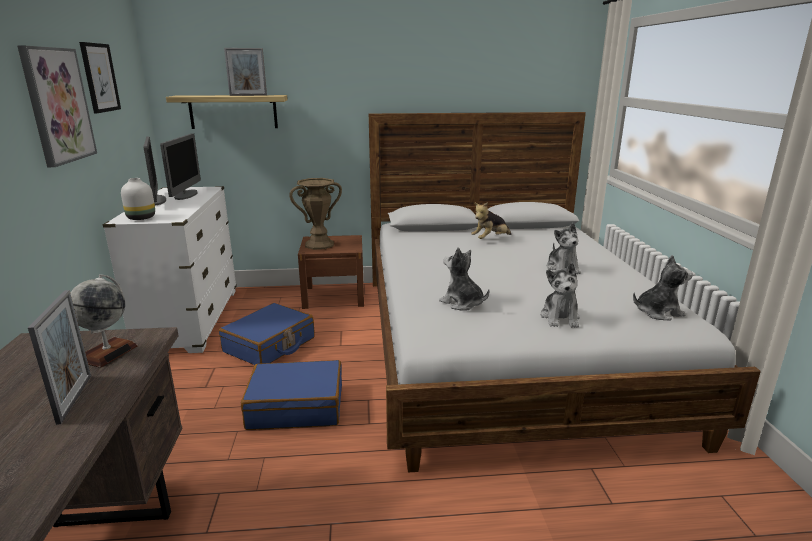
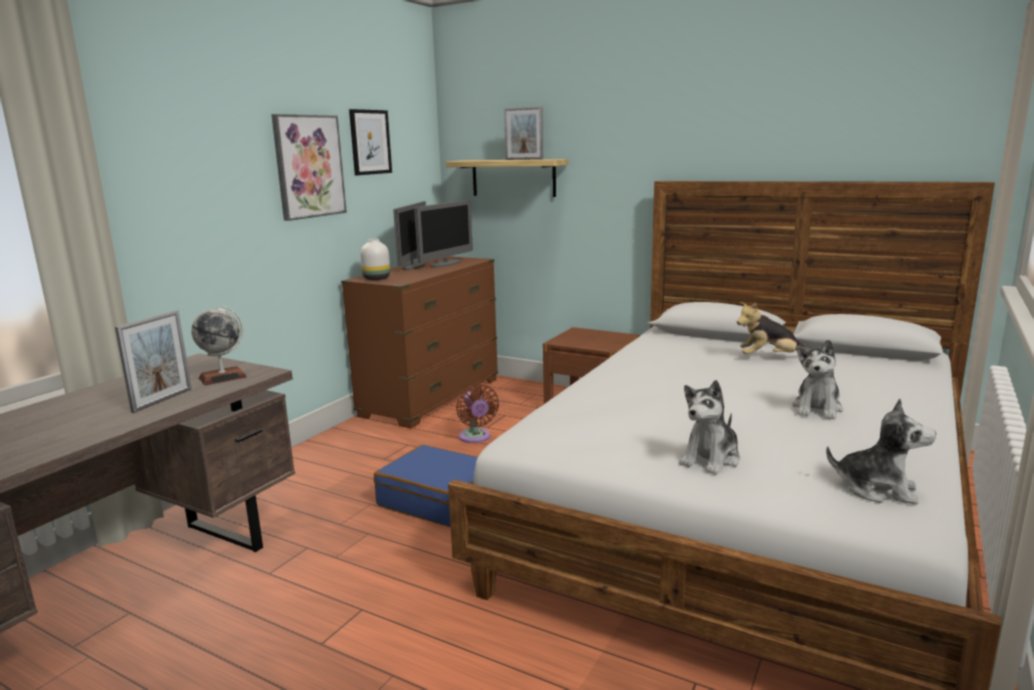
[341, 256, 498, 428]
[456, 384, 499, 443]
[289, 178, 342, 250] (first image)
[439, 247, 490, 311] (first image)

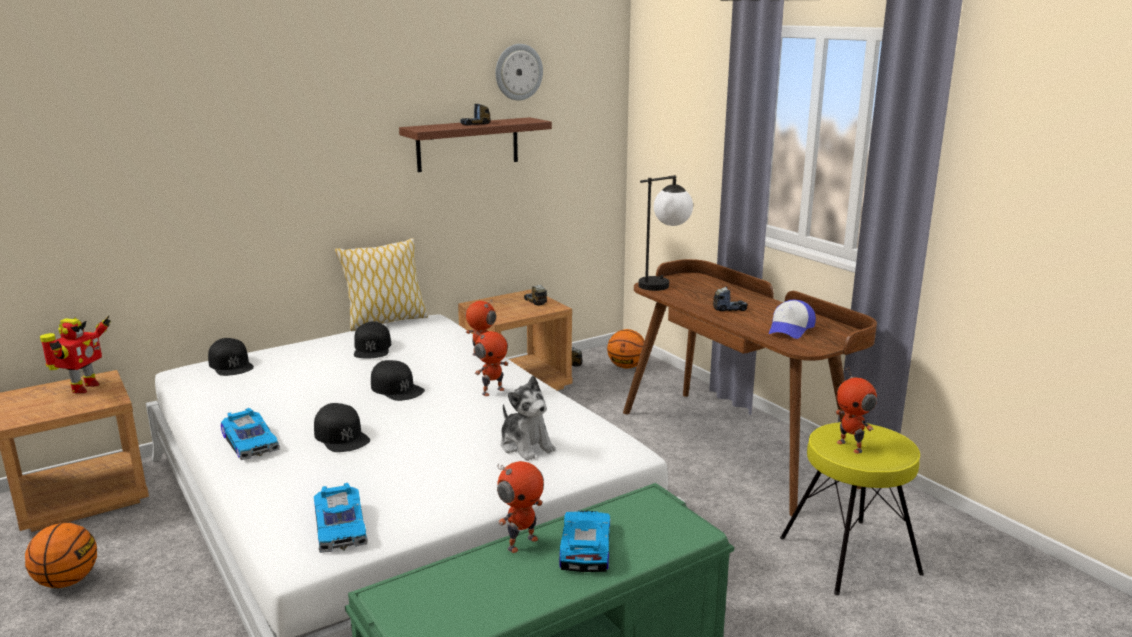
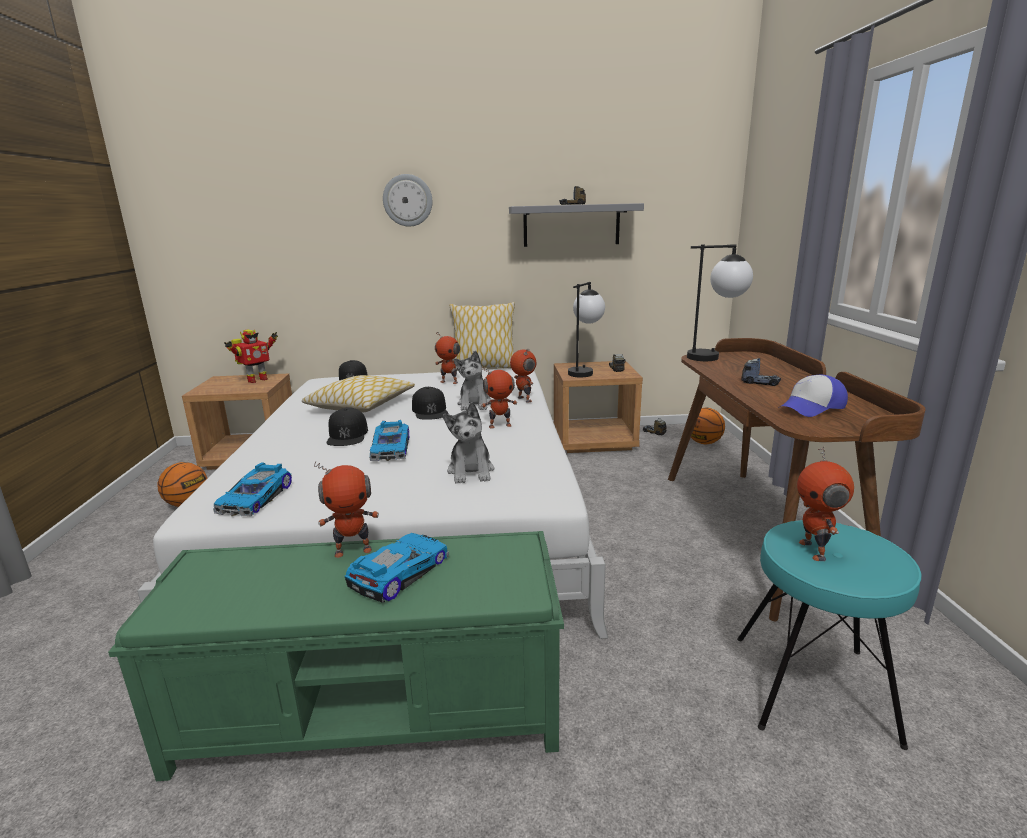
[369, 420, 409, 461]
[435, 331, 460, 384]
[509, 203, 644, 247]
[383, 174, 433, 227]
[737, 520, 921, 750]
[302, 375, 415, 413]
[454, 351, 491, 410]
[568, 282, 605, 377]

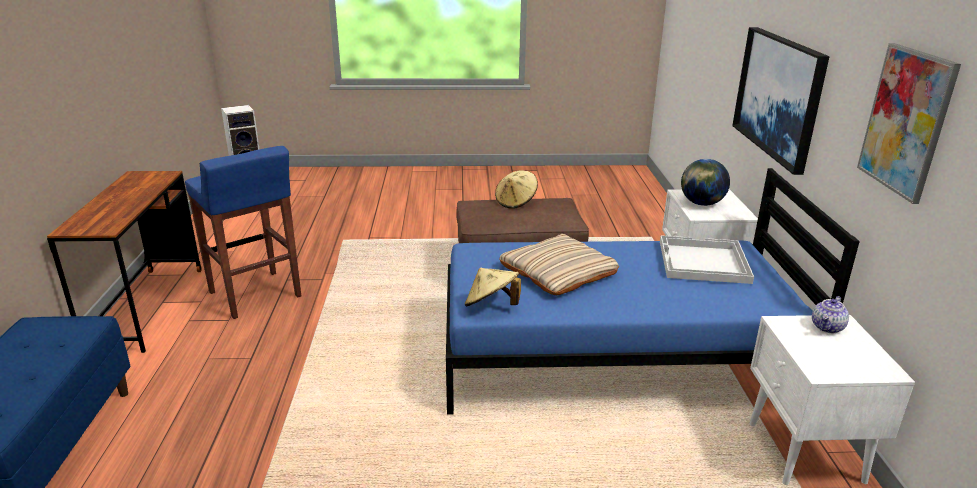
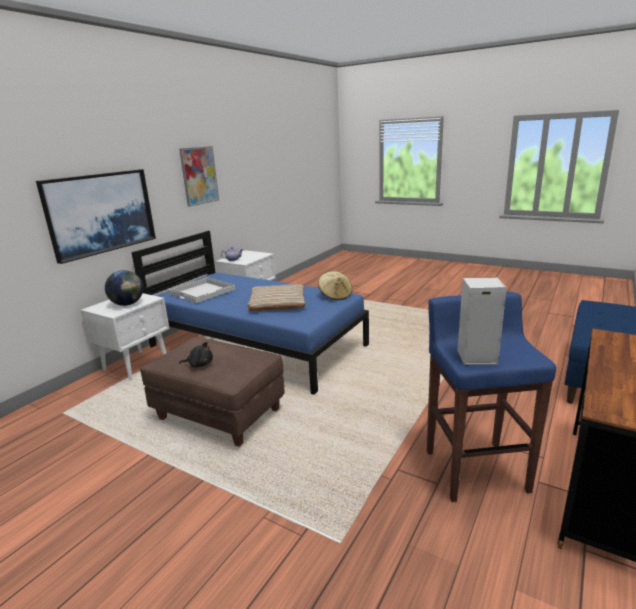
[179, 342, 213, 368]

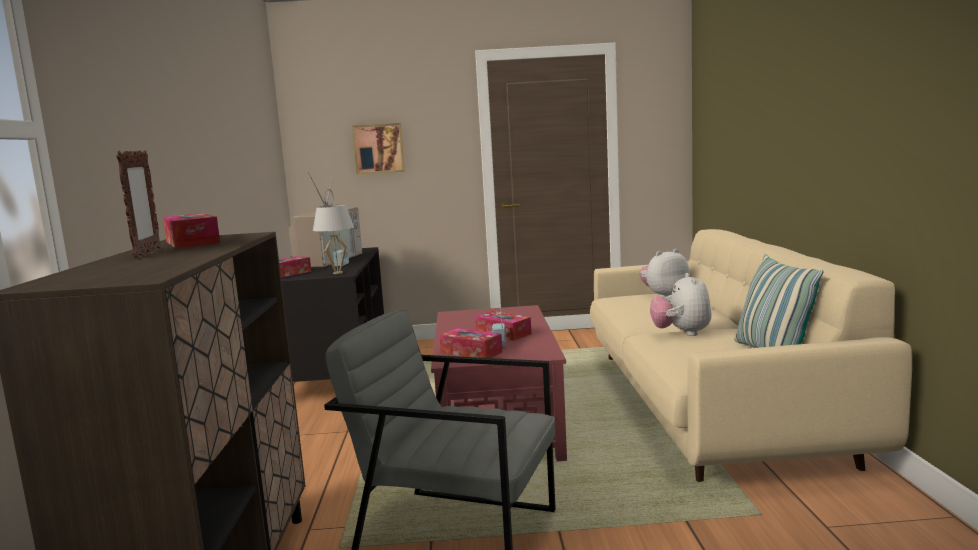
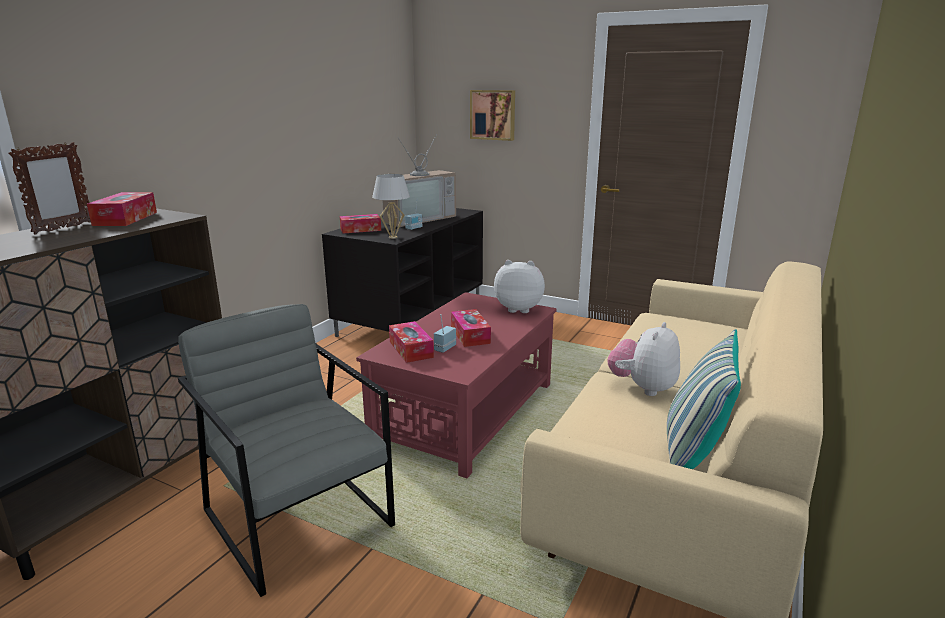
[494, 260, 545, 313]

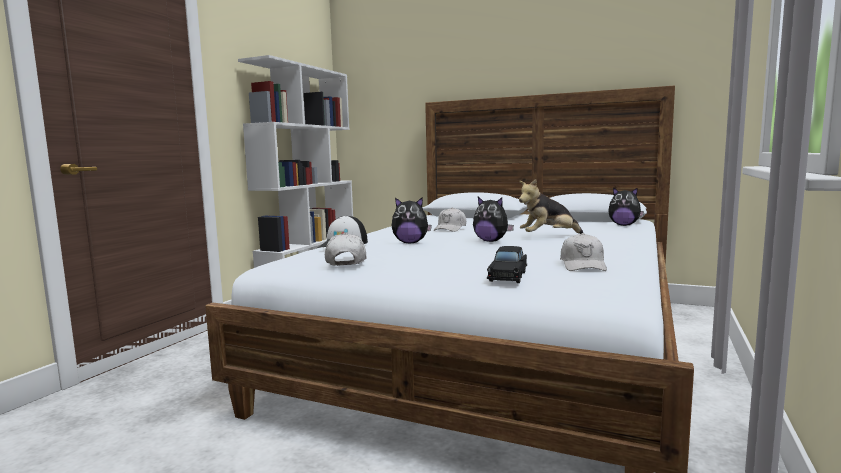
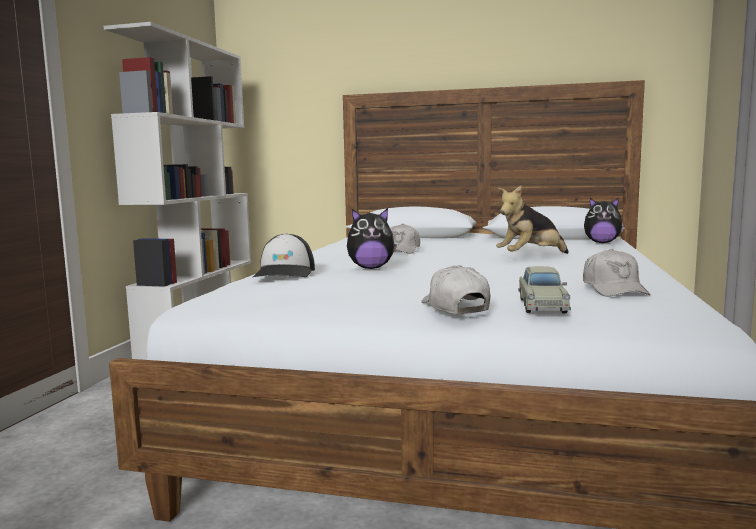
[422, 265, 490, 314]
[473, 197, 514, 242] (first image)
[519, 266, 571, 314]

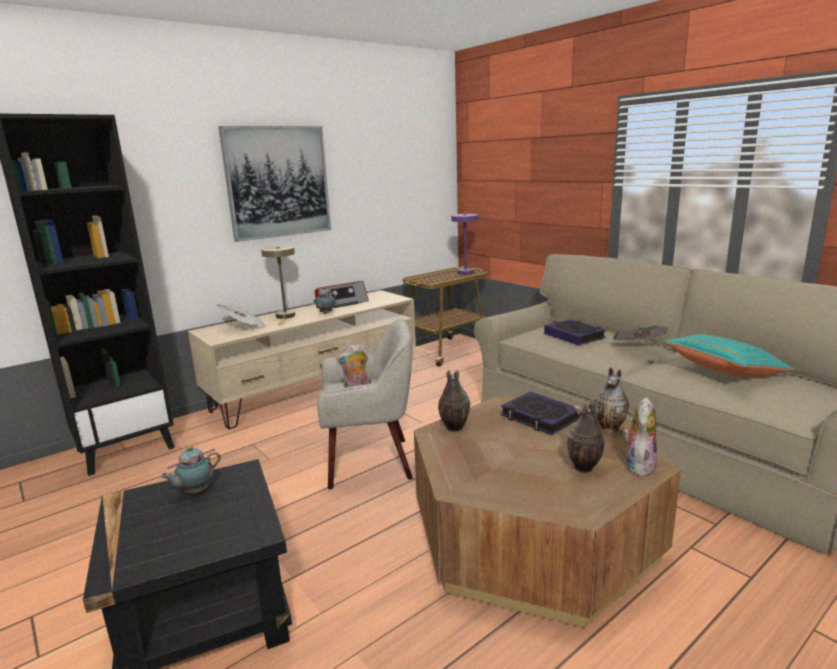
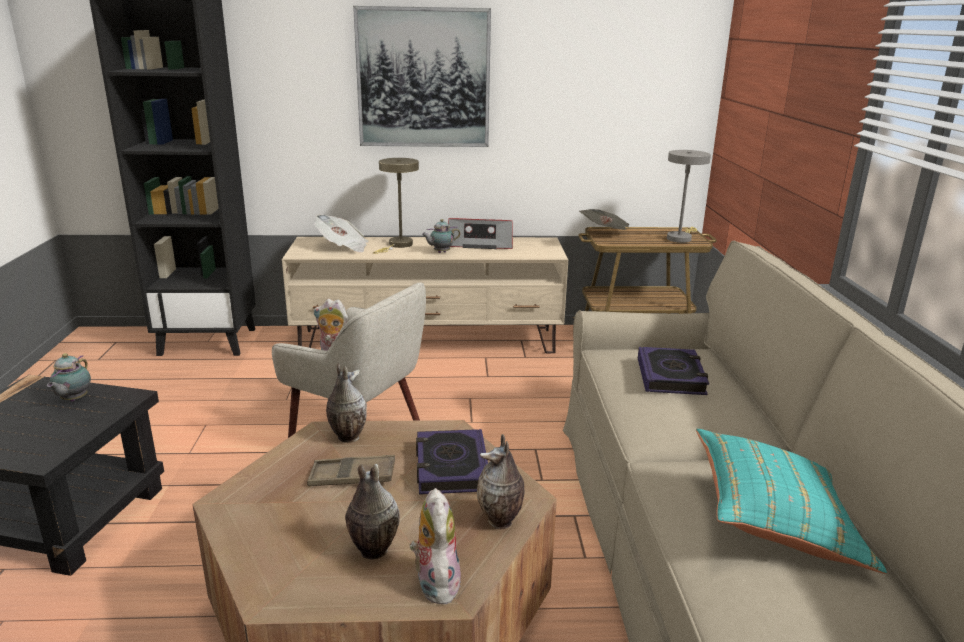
[47, 353, 91, 401]
[667, 150, 711, 243]
[579, 209, 630, 230]
[410, 488, 461, 605]
[307, 455, 395, 486]

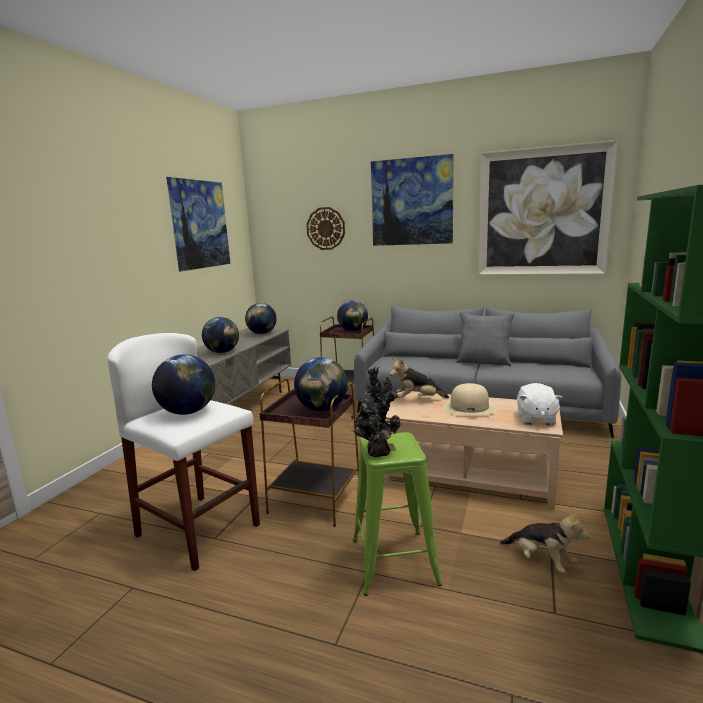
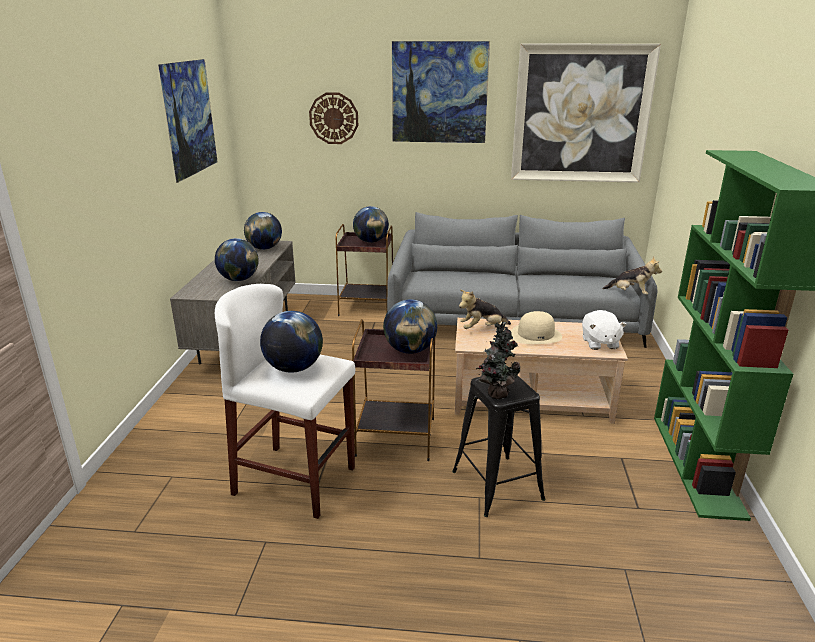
[452, 375, 546, 517]
[457, 312, 514, 366] (first image)
[602, 256, 662, 295]

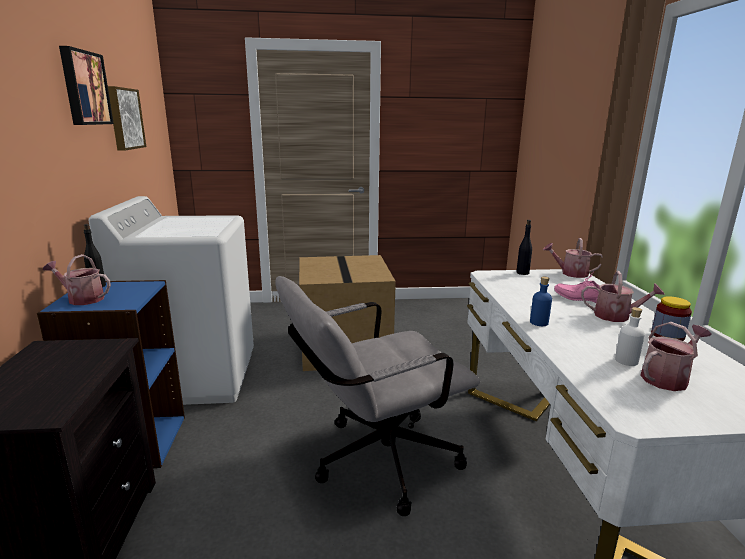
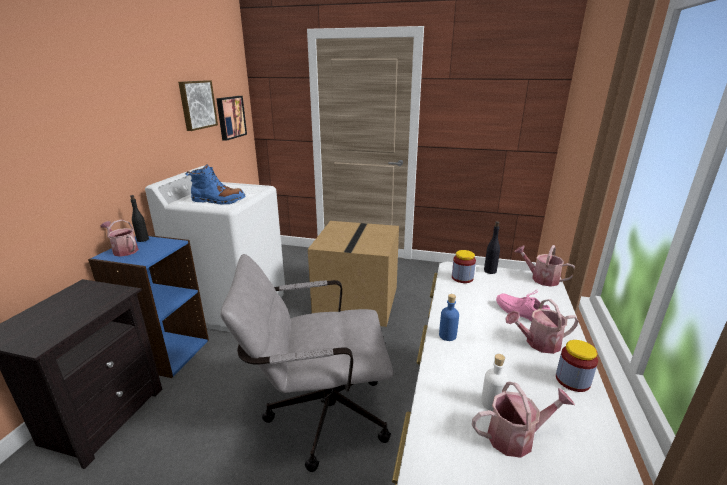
[216, 96, 247, 141]
[505, 299, 579, 354]
[186, 164, 246, 205]
[452, 250, 476, 283]

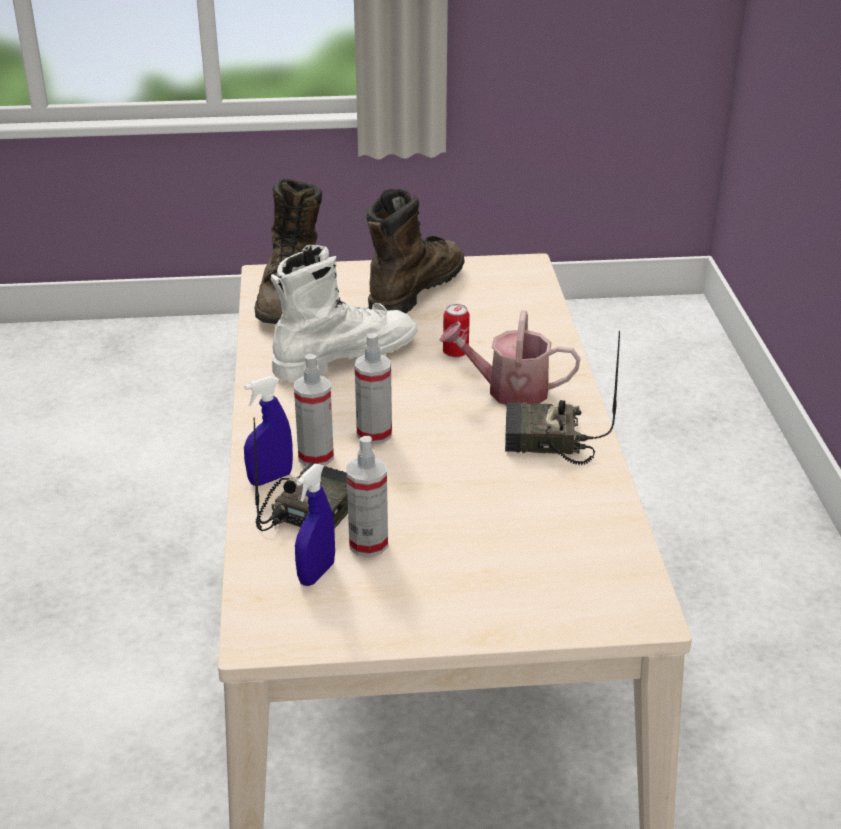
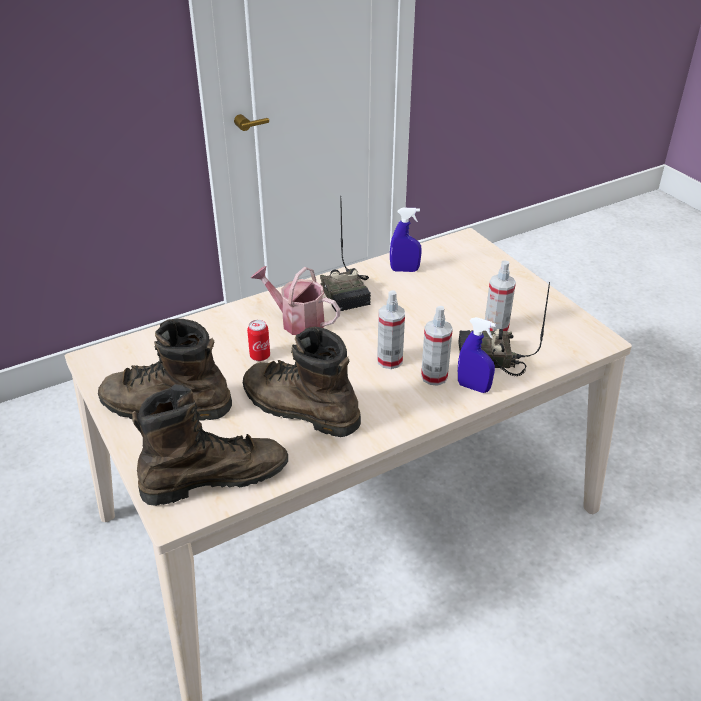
[243, 326, 361, 437]
[390, 208, 422, 272]
[251, 266, 340, 335]

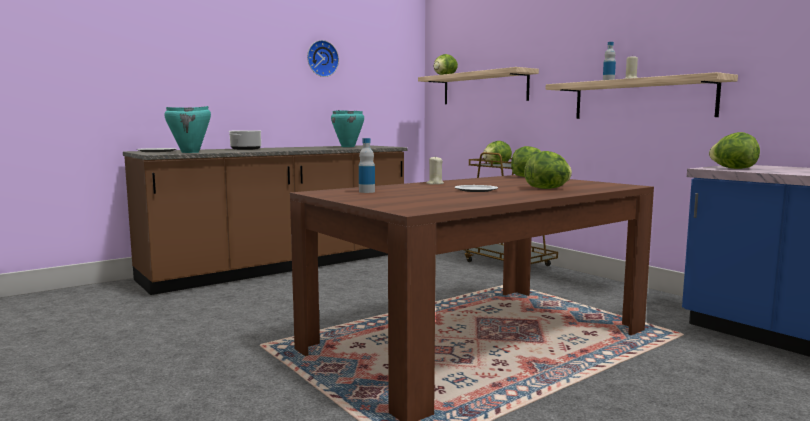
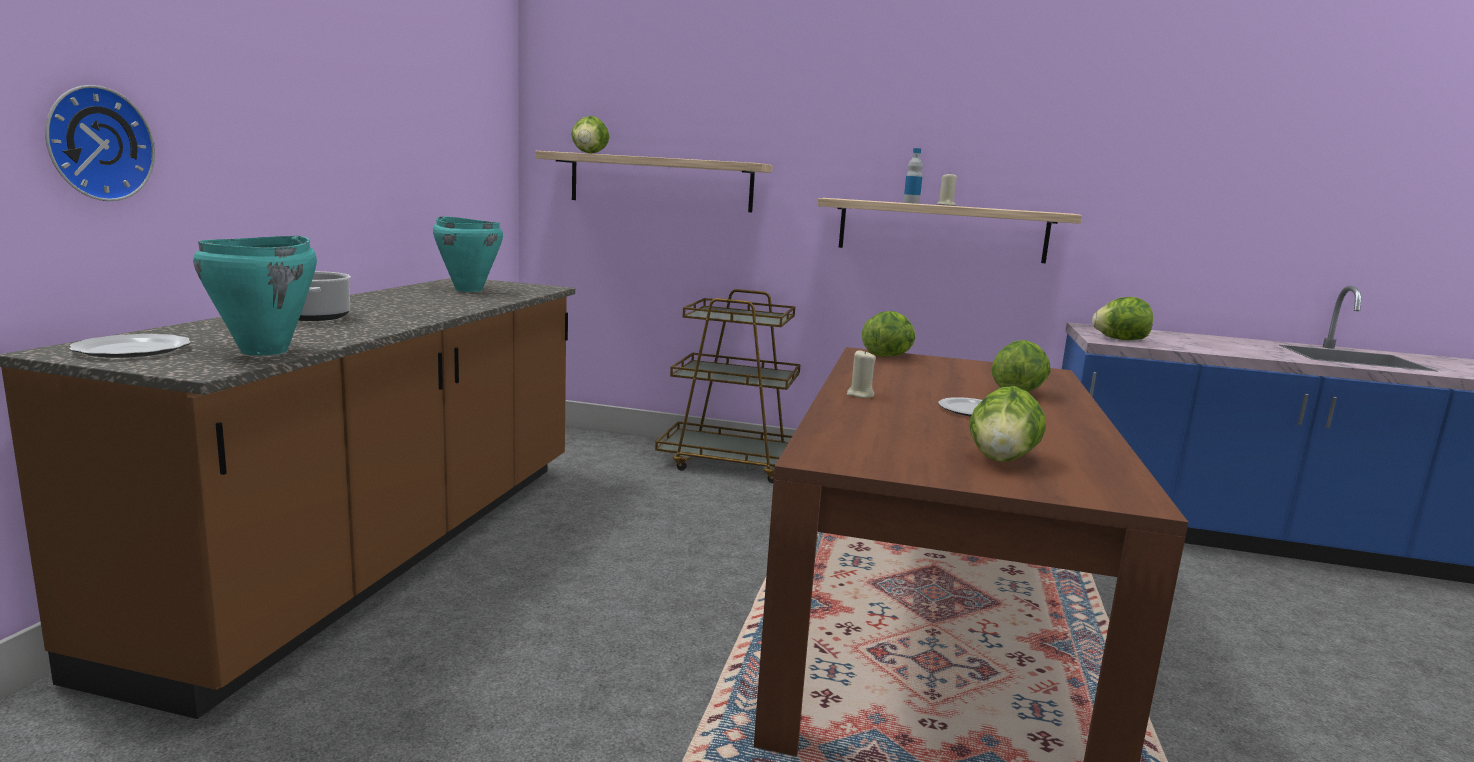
[45, 85, 155, 201]
[359, 138, 375, 193] (first image)
[969, 386, 1046, 462]

